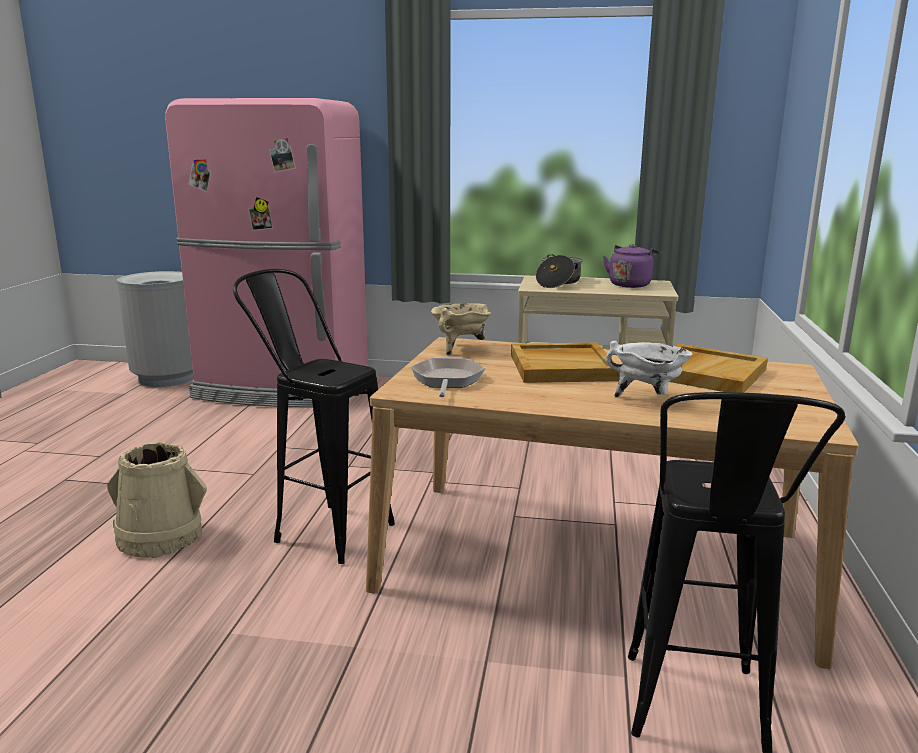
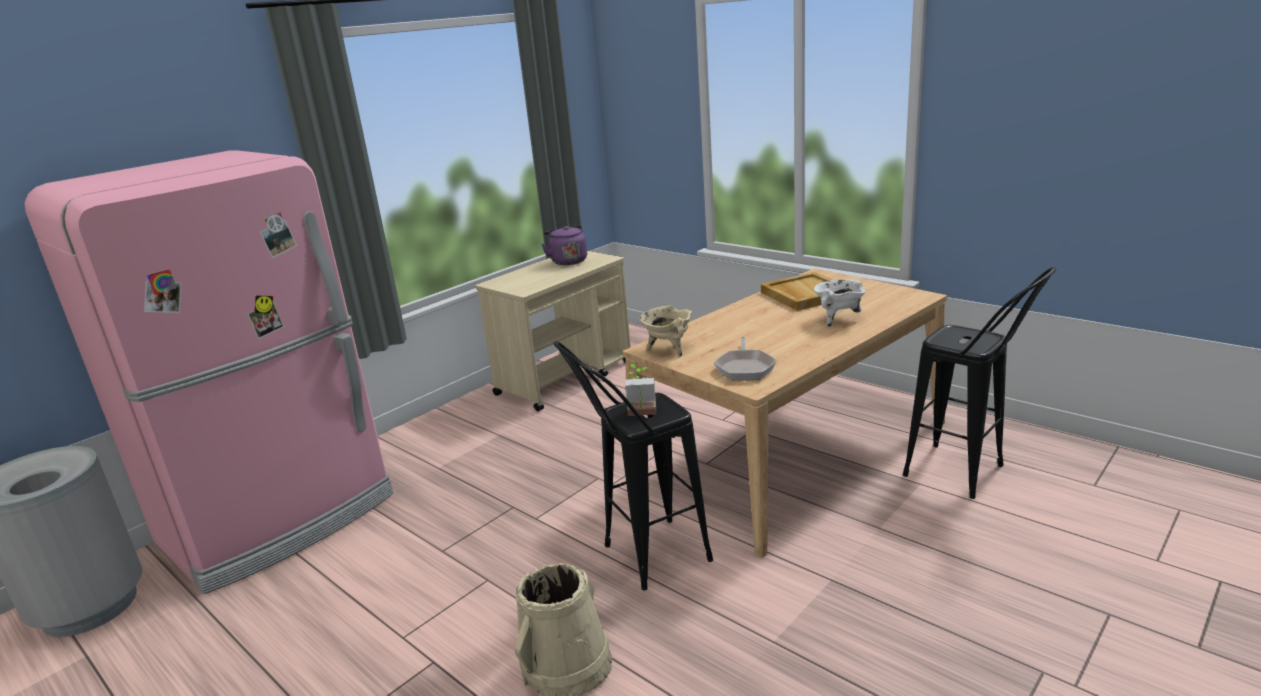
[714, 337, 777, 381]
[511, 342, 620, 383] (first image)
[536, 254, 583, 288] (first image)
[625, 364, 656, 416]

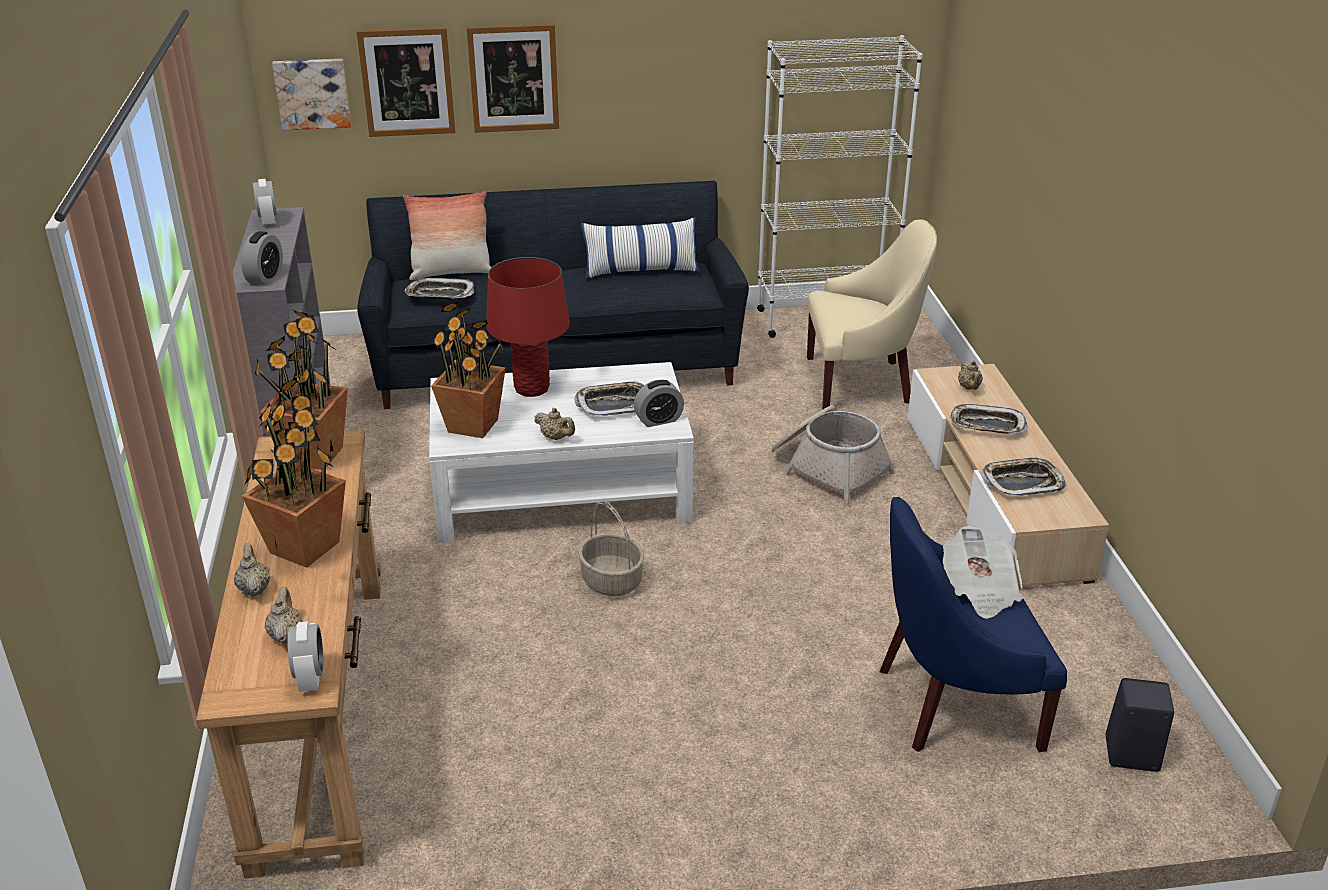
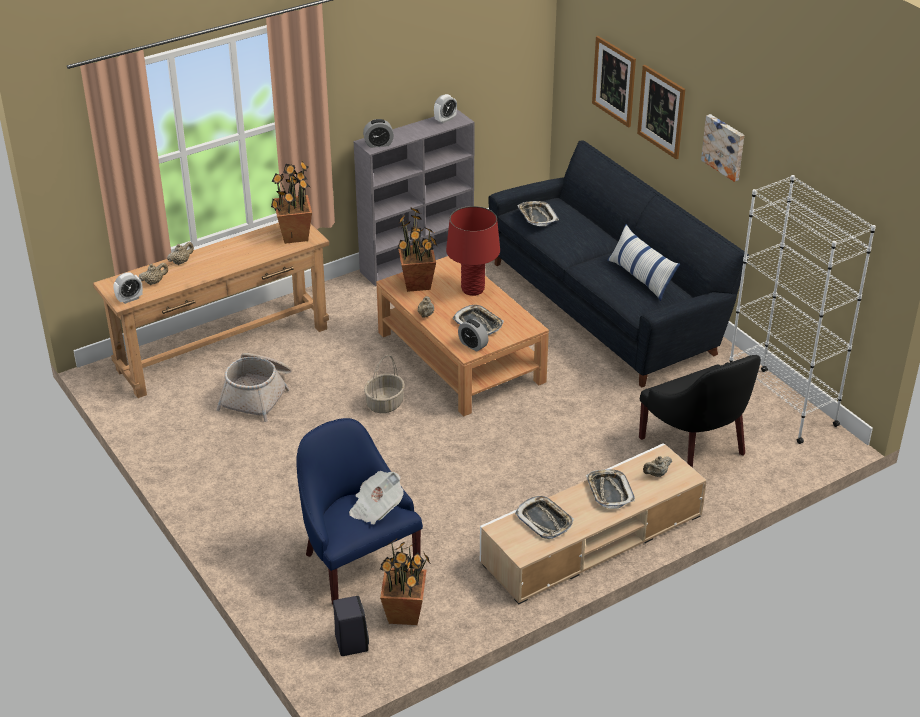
[380, 539, 431, 625]
[701, 114, 744, 182]
[403, 191, 491, 280] (first image)
[376, 256, 549, 416]
[216, 353, 292, 422]
[639, 355, 761, 468]

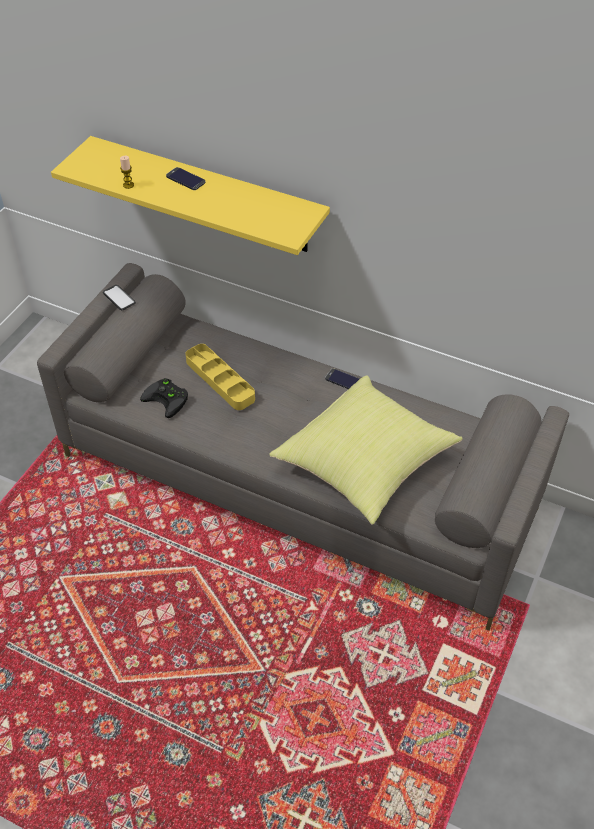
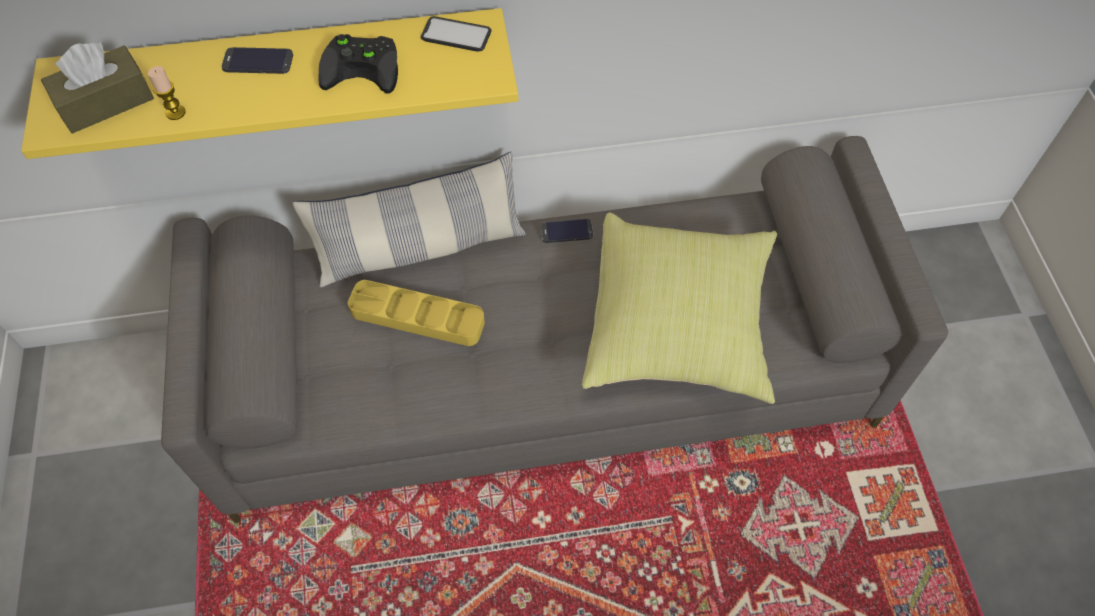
[421, 16, 492, 52]
[318, 34, 398, 94]
[41, 42, 154, 133]
[292, 152, 526, 287]

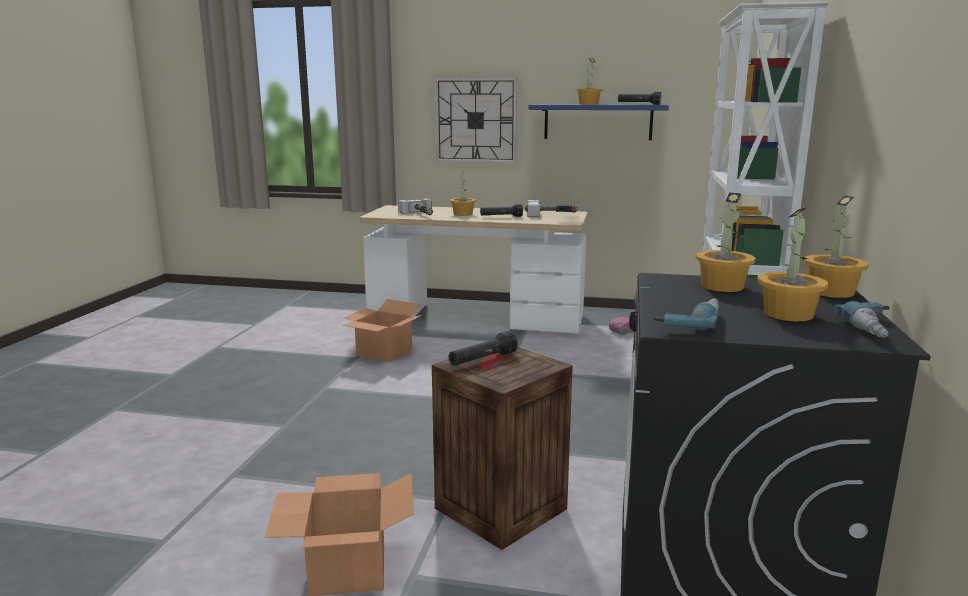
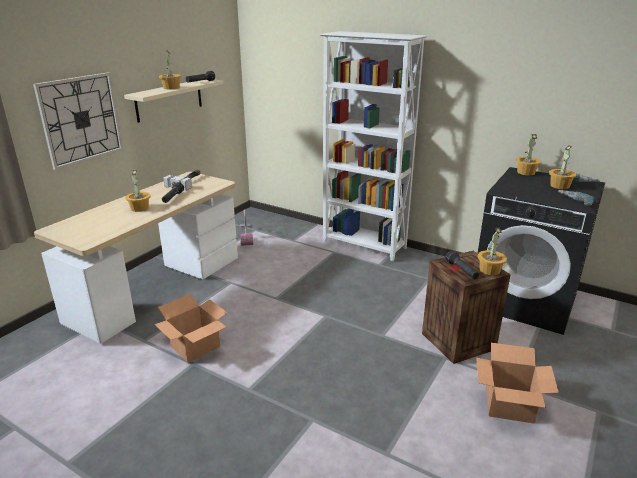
[398, 198, 433, 215] (first image)
[124, 80, 223, 123]
[477, 227, 507, 275]

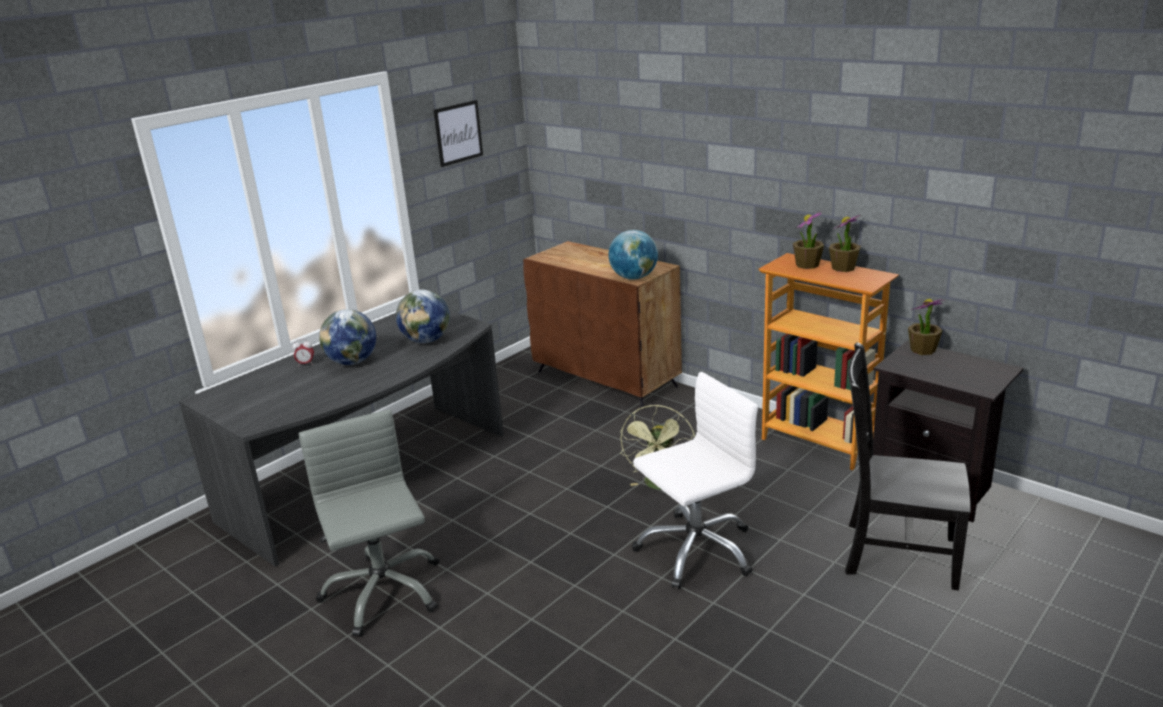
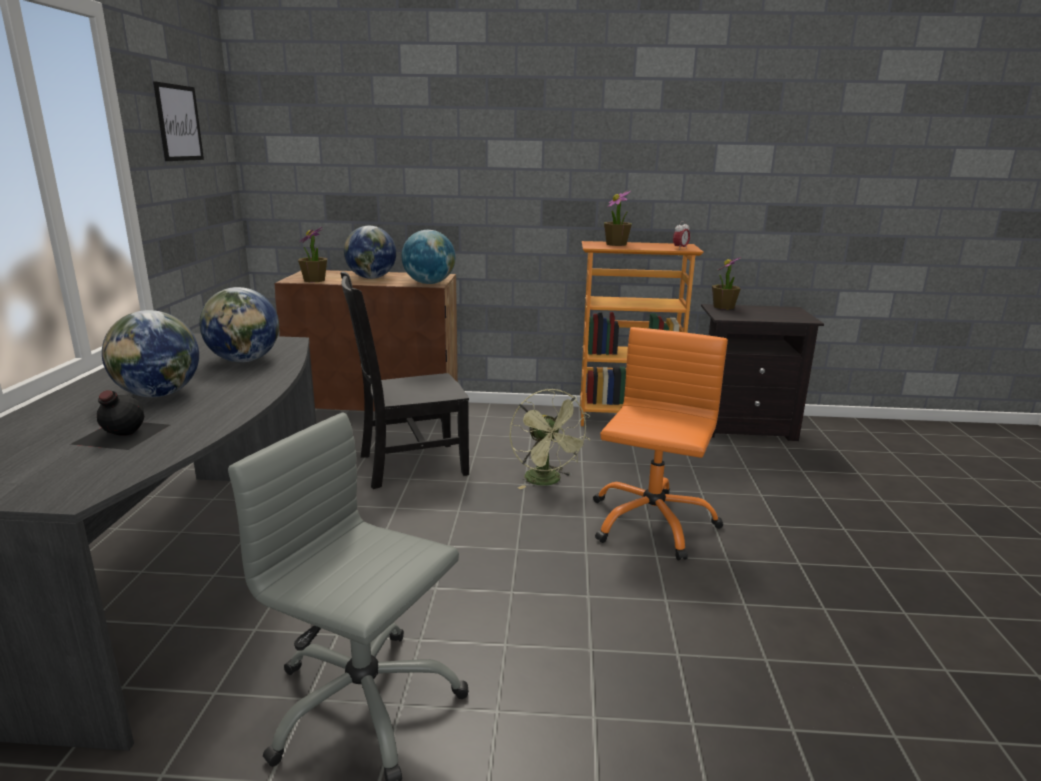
[673, 221, 690, 250]
[593, 327, 728, 560]
[298, 227, 327, 282]
[340, 271, 469, 489]
[71, 390, 170, 450]
[344, 226, 396, 279]

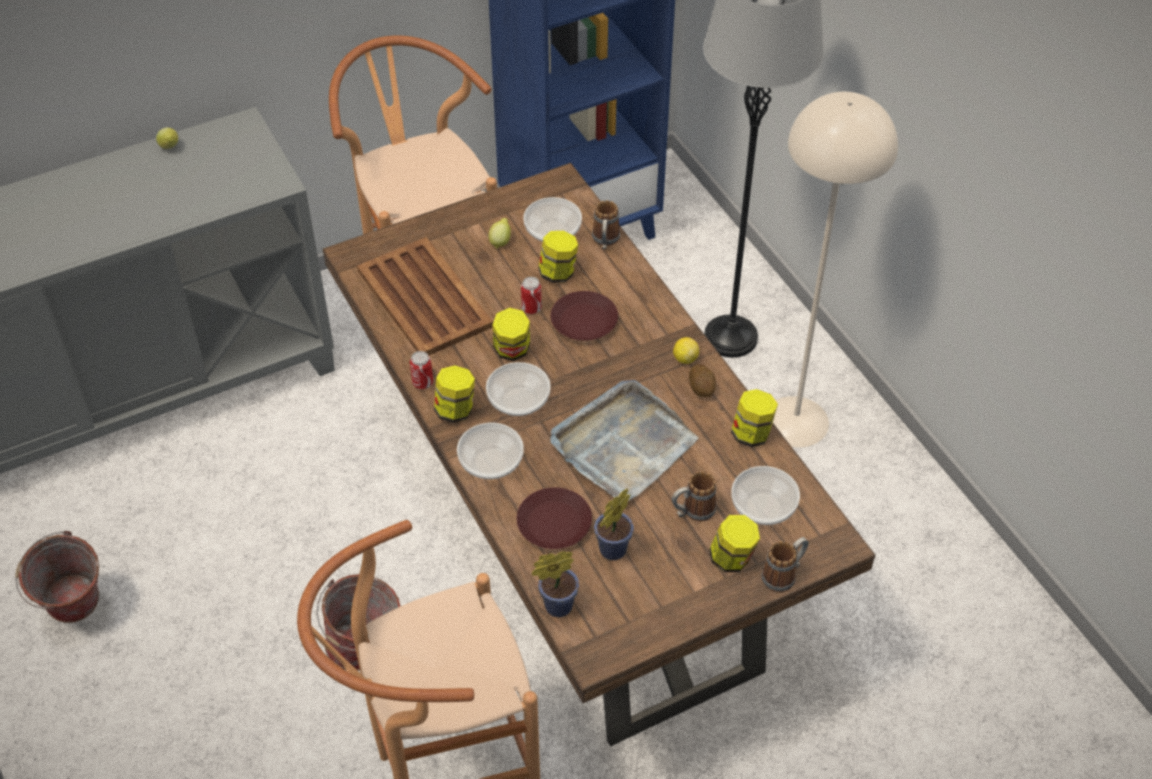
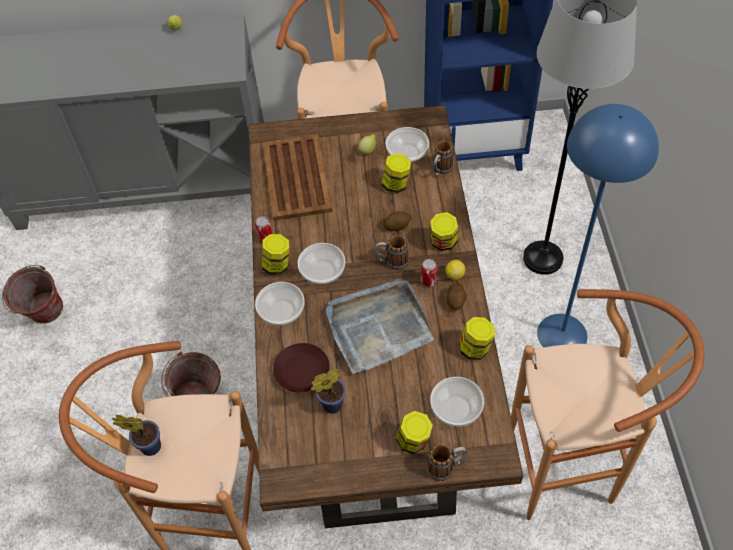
[430, 212, 458, 251]
[421, 259, 437, 287]
[112, 415, 161, 456]
[384, 211, 411, 231]
[375, 235, 409, 270]
[537, 104, 659, 347]
[511, 289, 705, 520]

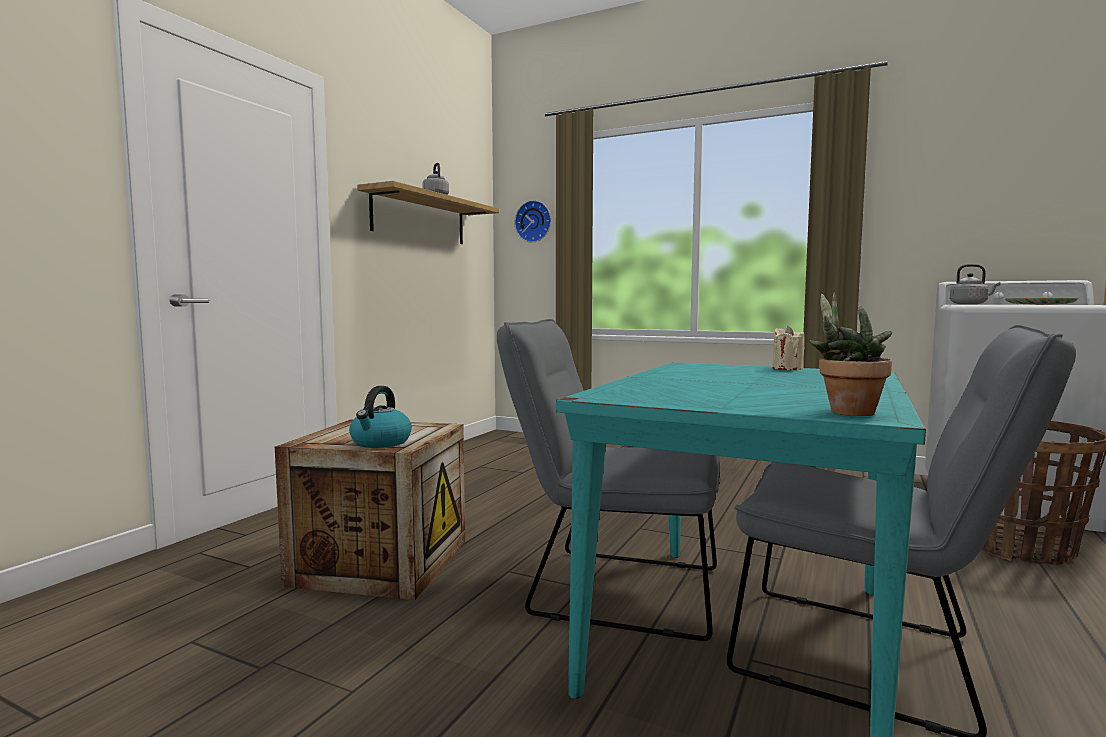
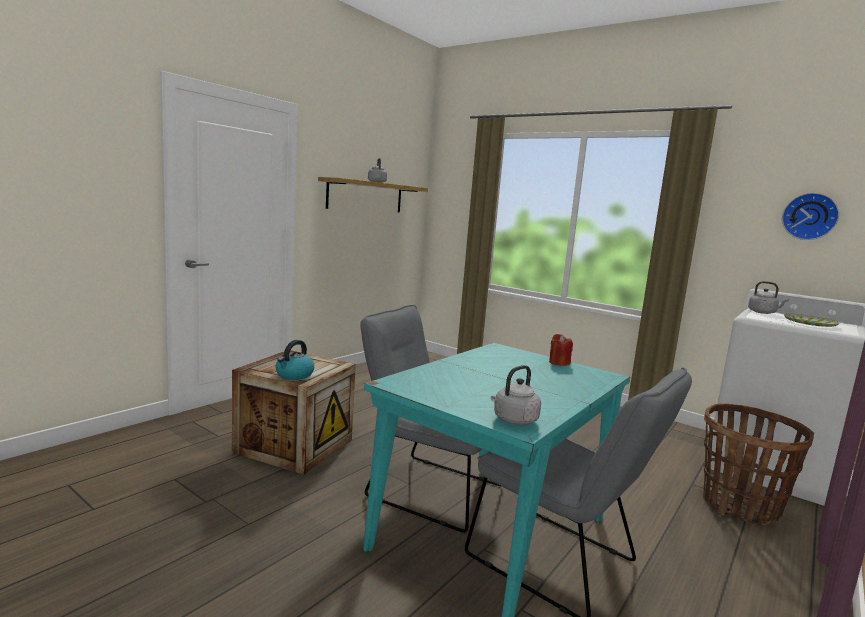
[782, 193, 839, 240]
[549, 334, 573, 366]
[491, 365, 541, 425]

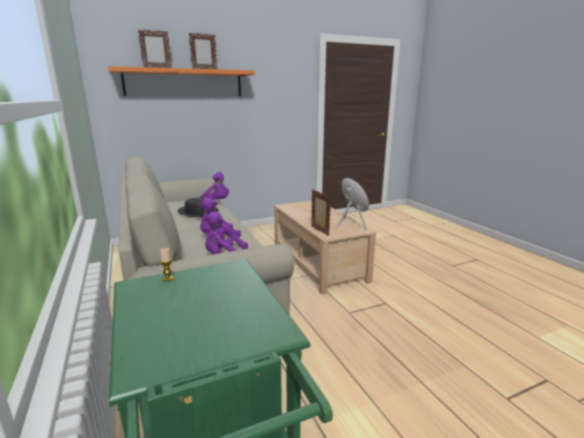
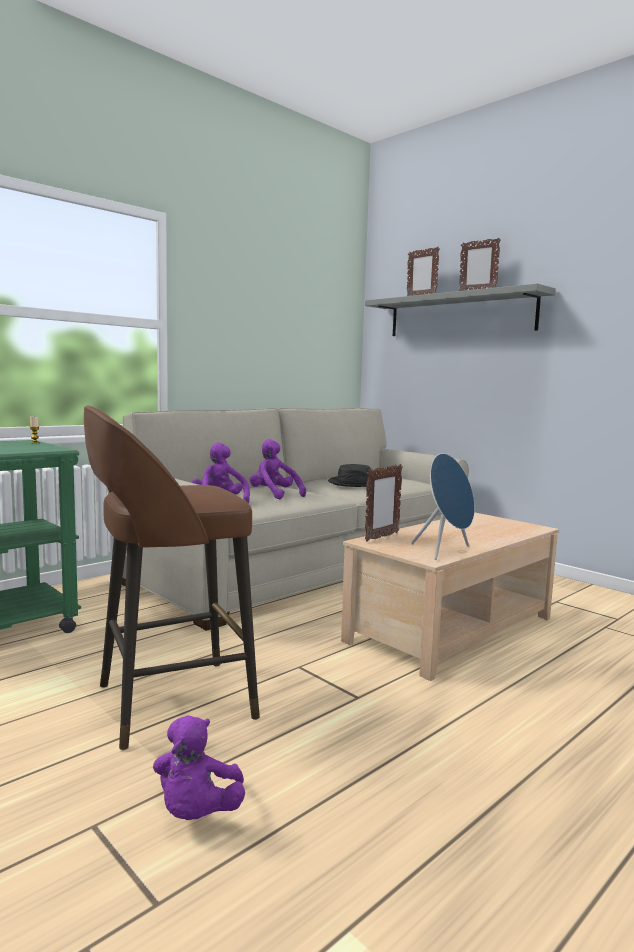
[365, 283, 556, 336]
[153, 715, 245, 820]
[84, 406, 260, 750]

